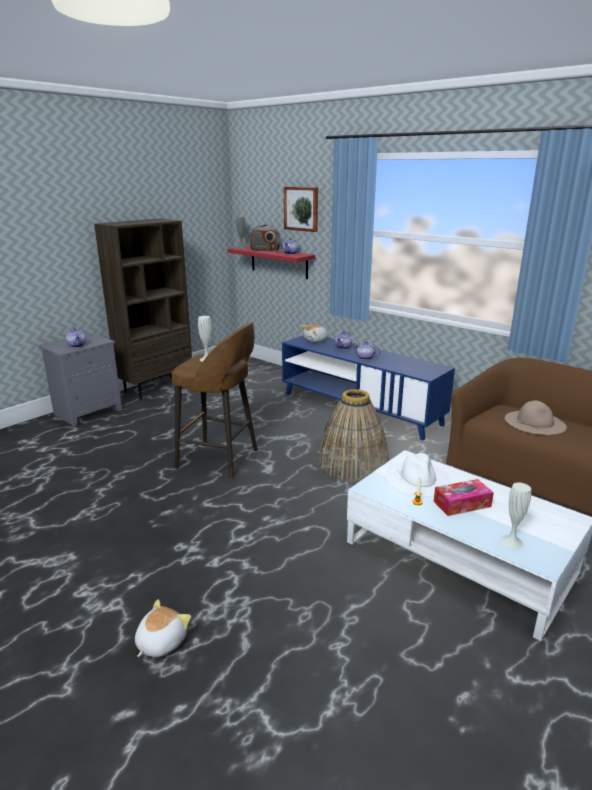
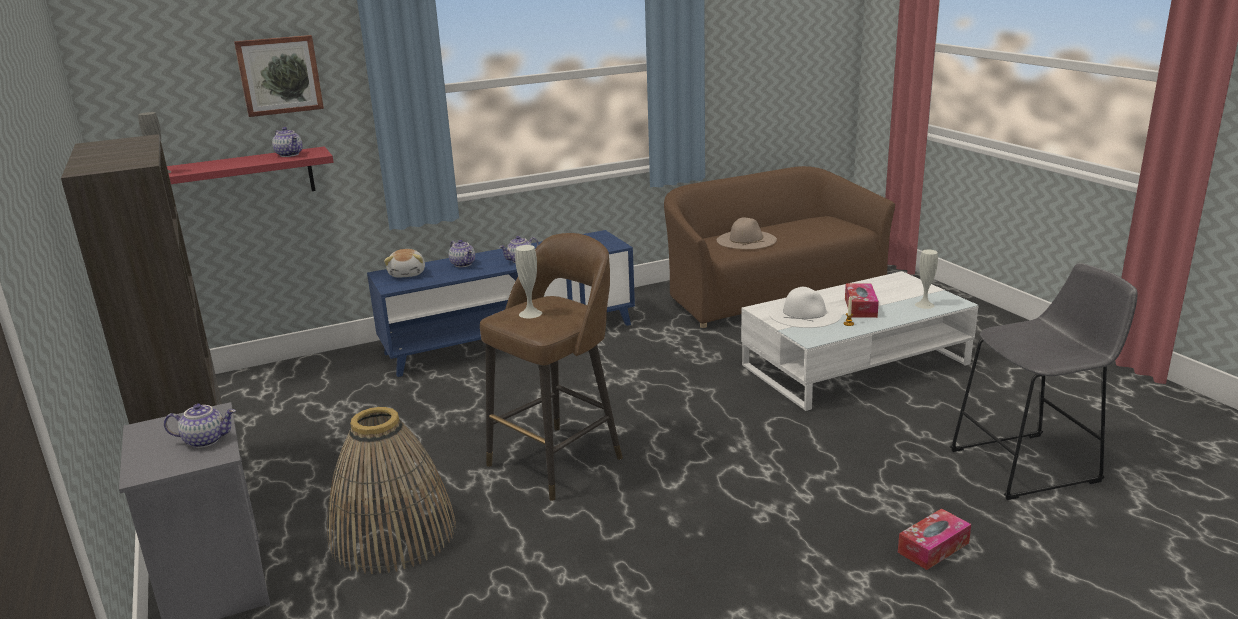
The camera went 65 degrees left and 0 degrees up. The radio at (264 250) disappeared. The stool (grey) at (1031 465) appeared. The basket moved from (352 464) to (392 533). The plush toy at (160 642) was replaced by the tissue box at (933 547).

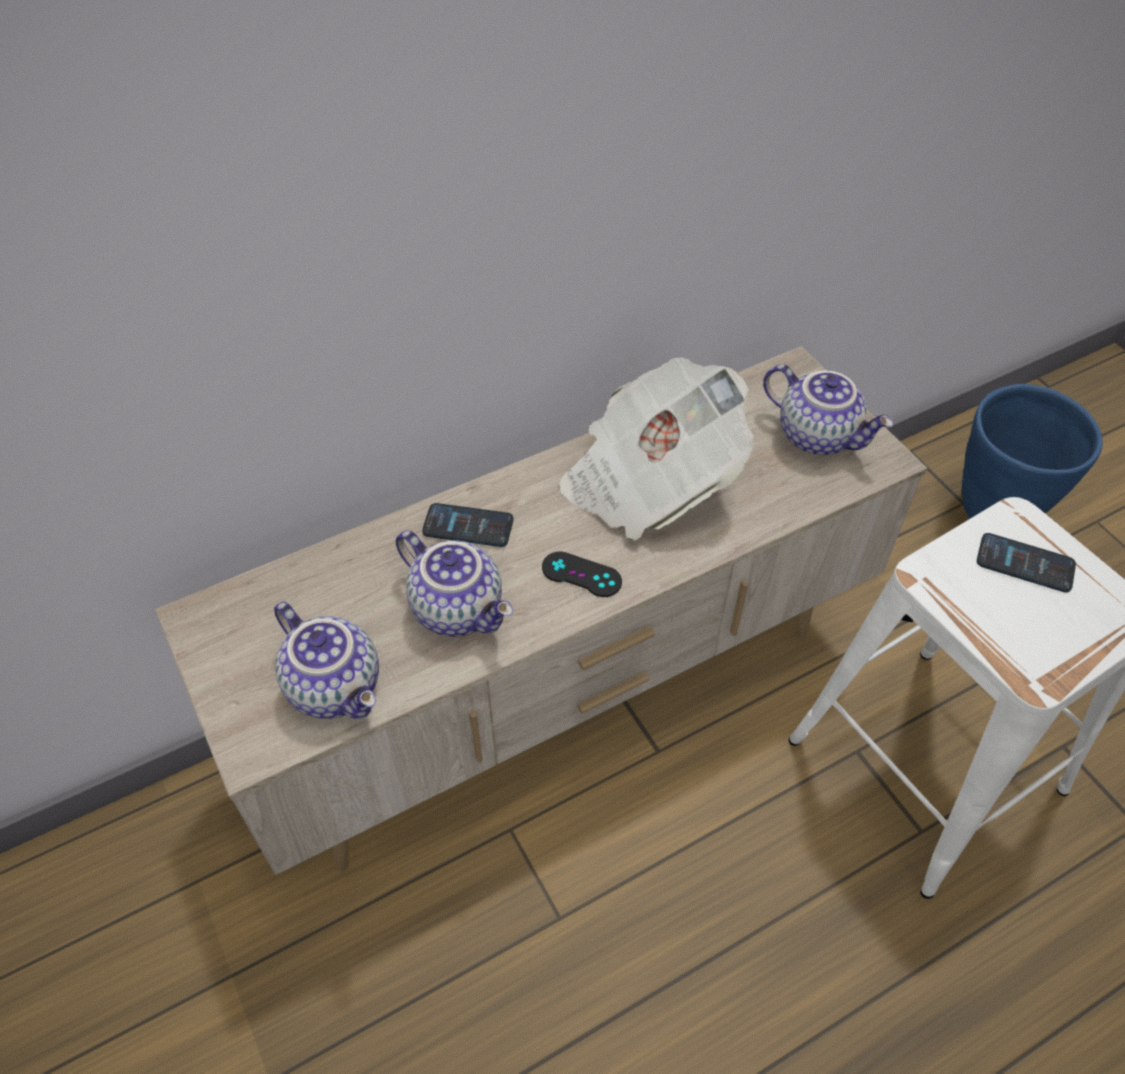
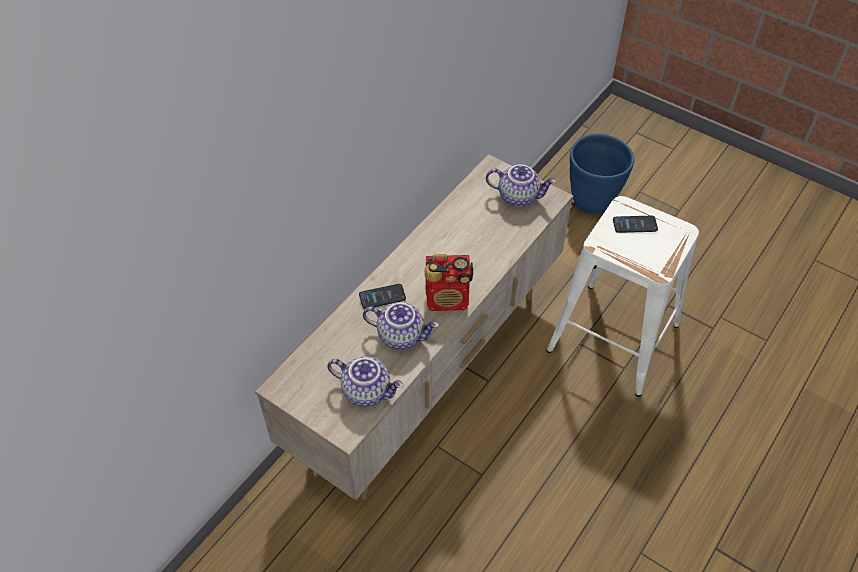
The camera went 25 degrees left and 0 degrees up. The newspaper at (650 479) disappeared. The game controller (black) at (581 574) was replaced by the radio at (448 299).

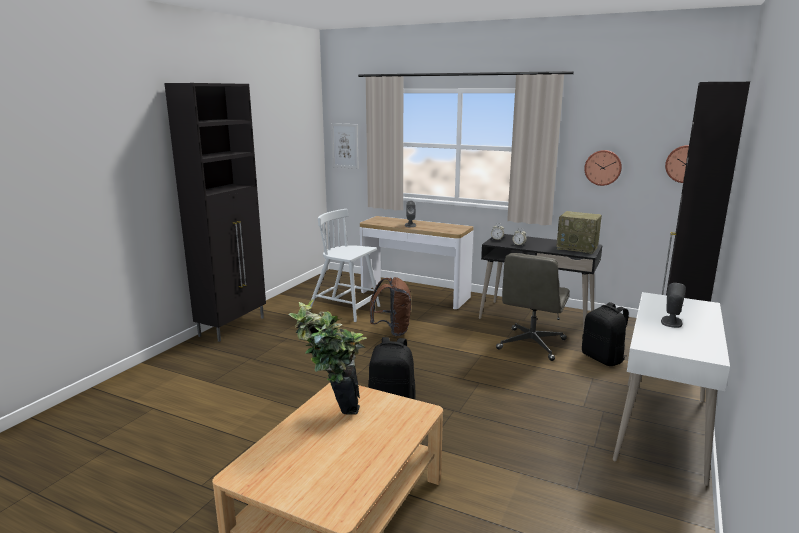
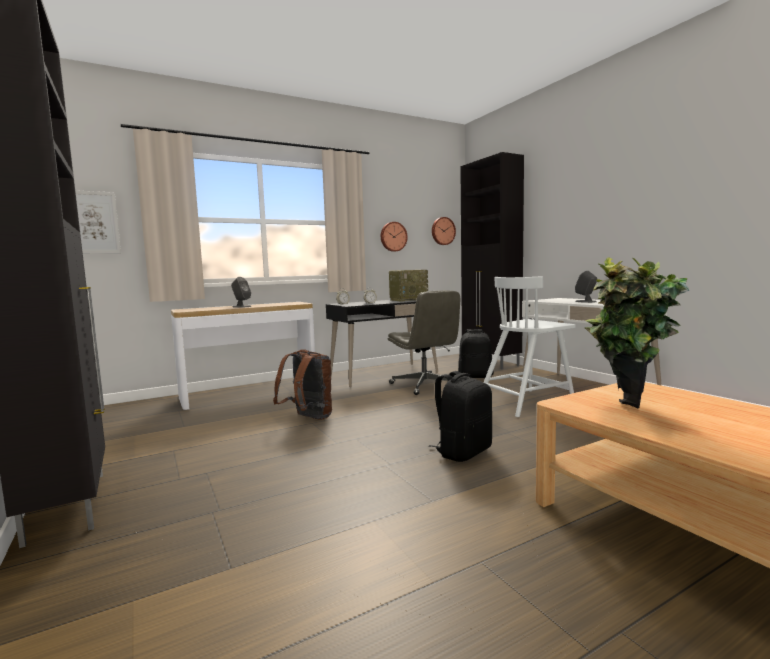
The camera went 55 degrees left and 10 degrees down. The chair (white) moved from (345 309) to (526 402).

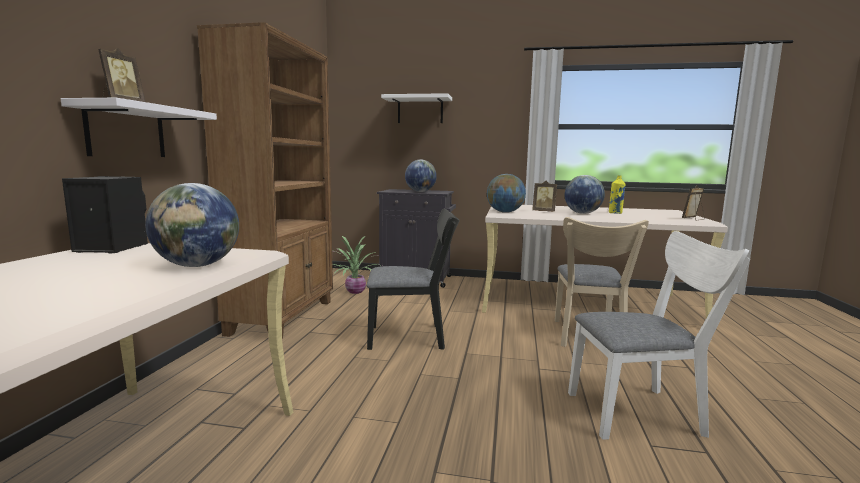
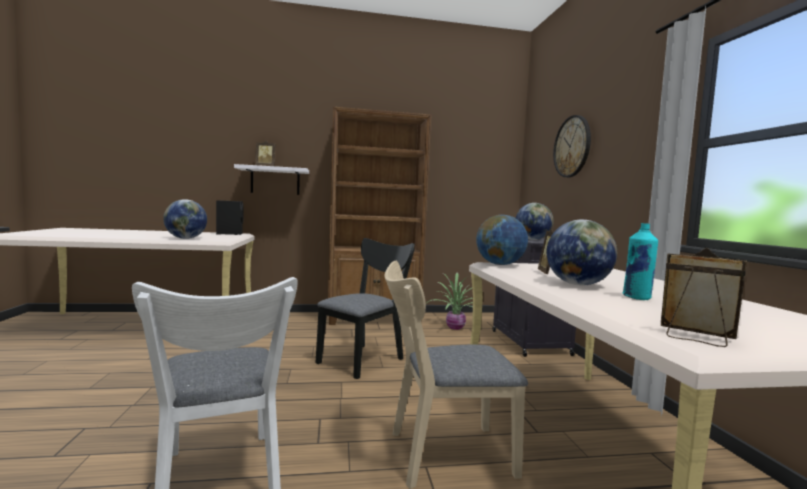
The camera went 70 degrees right and 5 degrees down. The shelf (white) at (420 110) was replaced by the wall clock at (572 146). The bottle (yellow) at (615 213) became the bottle (turquoise) at (637 297). The chair (black) at (413 337) turned 120 degrees counterclockwise.

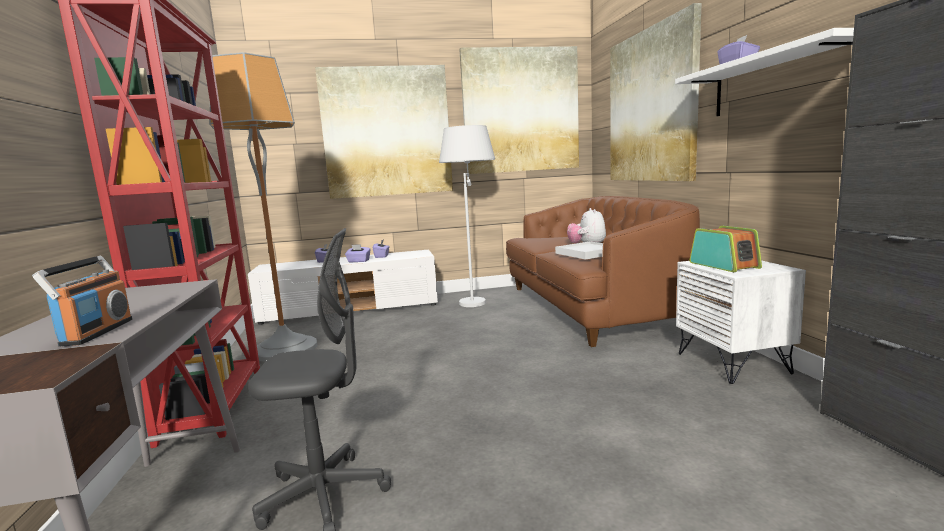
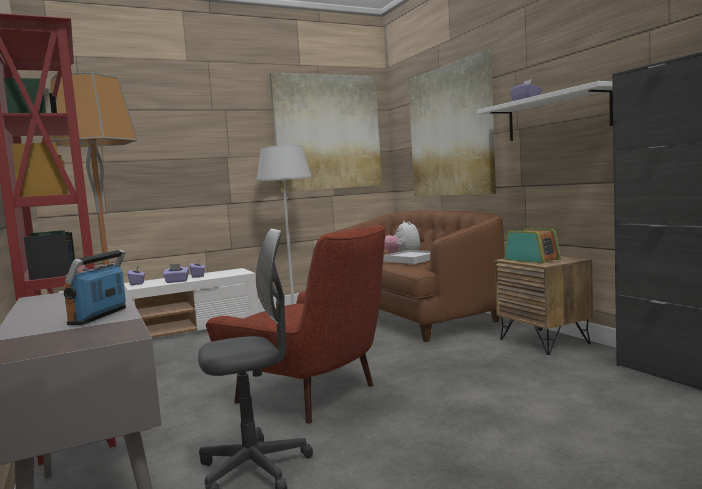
The camera went 15 degrees left and 5 degrees down. The picture at (387 132) disappeared. The armchair (red) at (312 395) appeared. The nightstand (white) at (733 363) became the nightstand (brown) at (544 341). The radio at (97 332) turned 150 degrees counterclockwise.

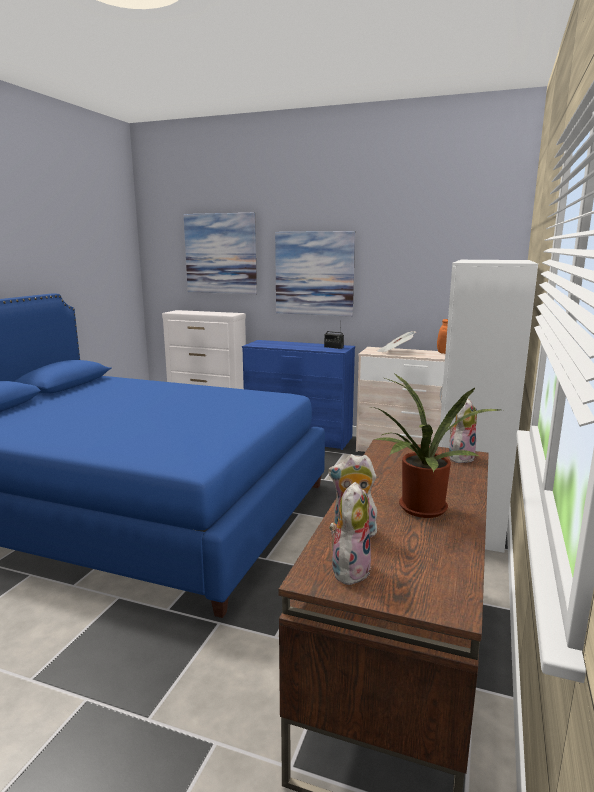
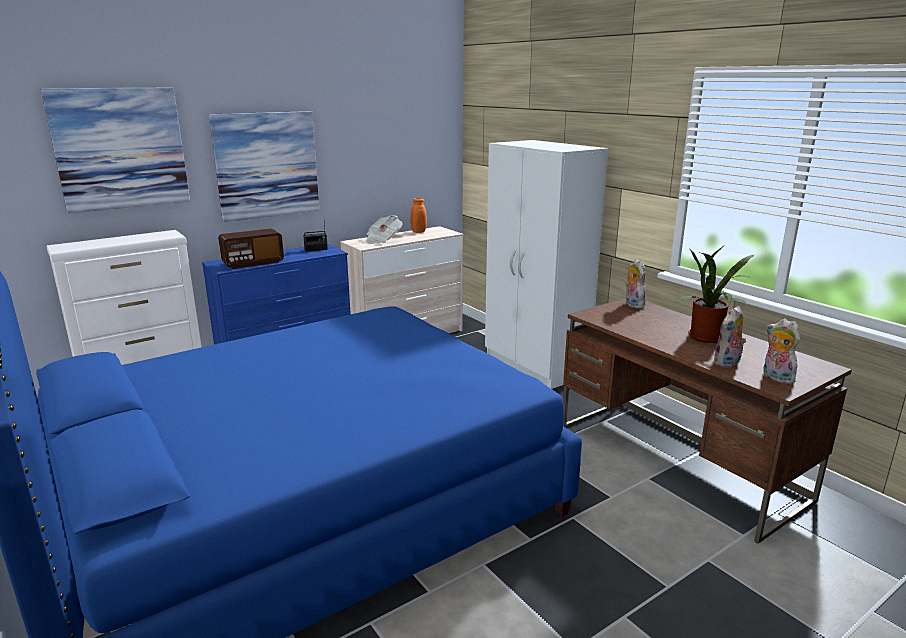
The camera went 55 degrees left and 5 degrees up. The radio at (253 263) appeared.

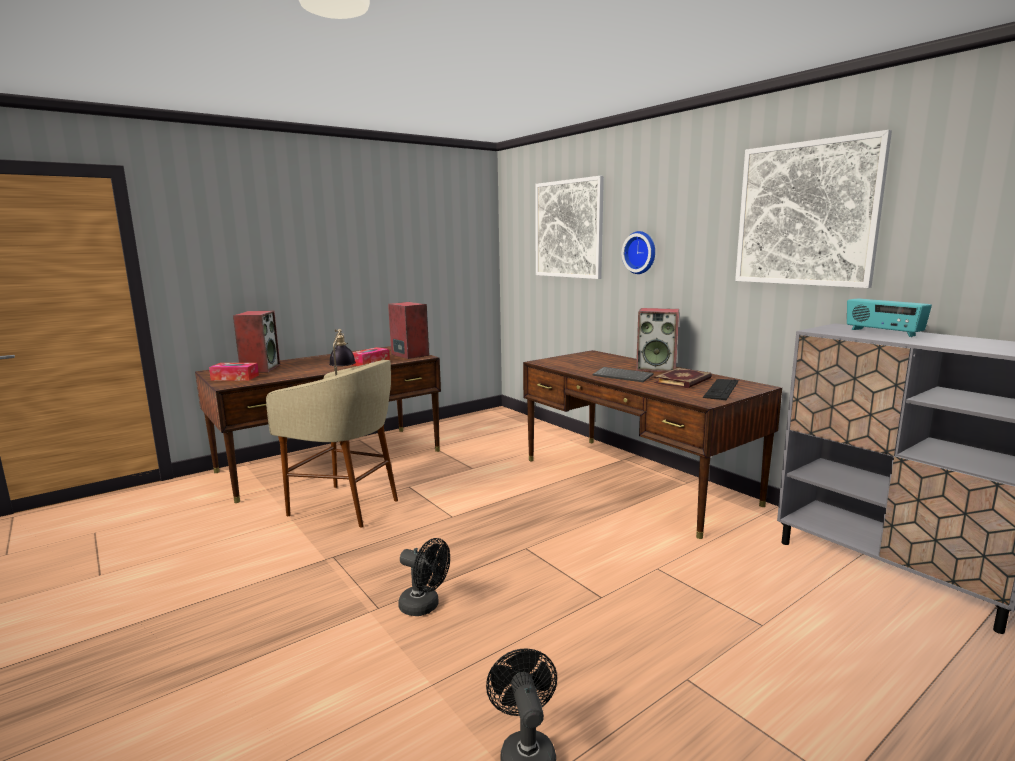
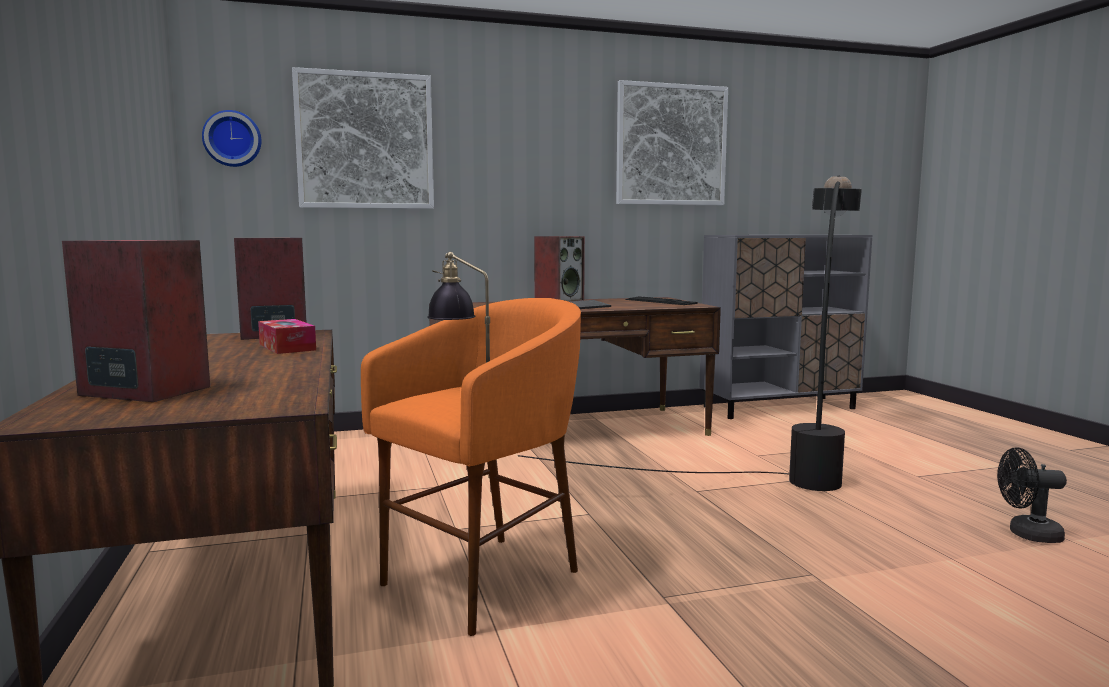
The camera went 70 degrees left and 5 degrees down. The tissue box at (235 378) disappeared. The fan (black) at (424 607) disappeared. The book at (683 381) disappeared. The radio at (883 332) disappeared. The floor lamp (black) at (789 462) appeared. The wall clock moved from (641 252) to (232 139). The stool (beige) at (345 506) became the stool (orange) at (485 579).

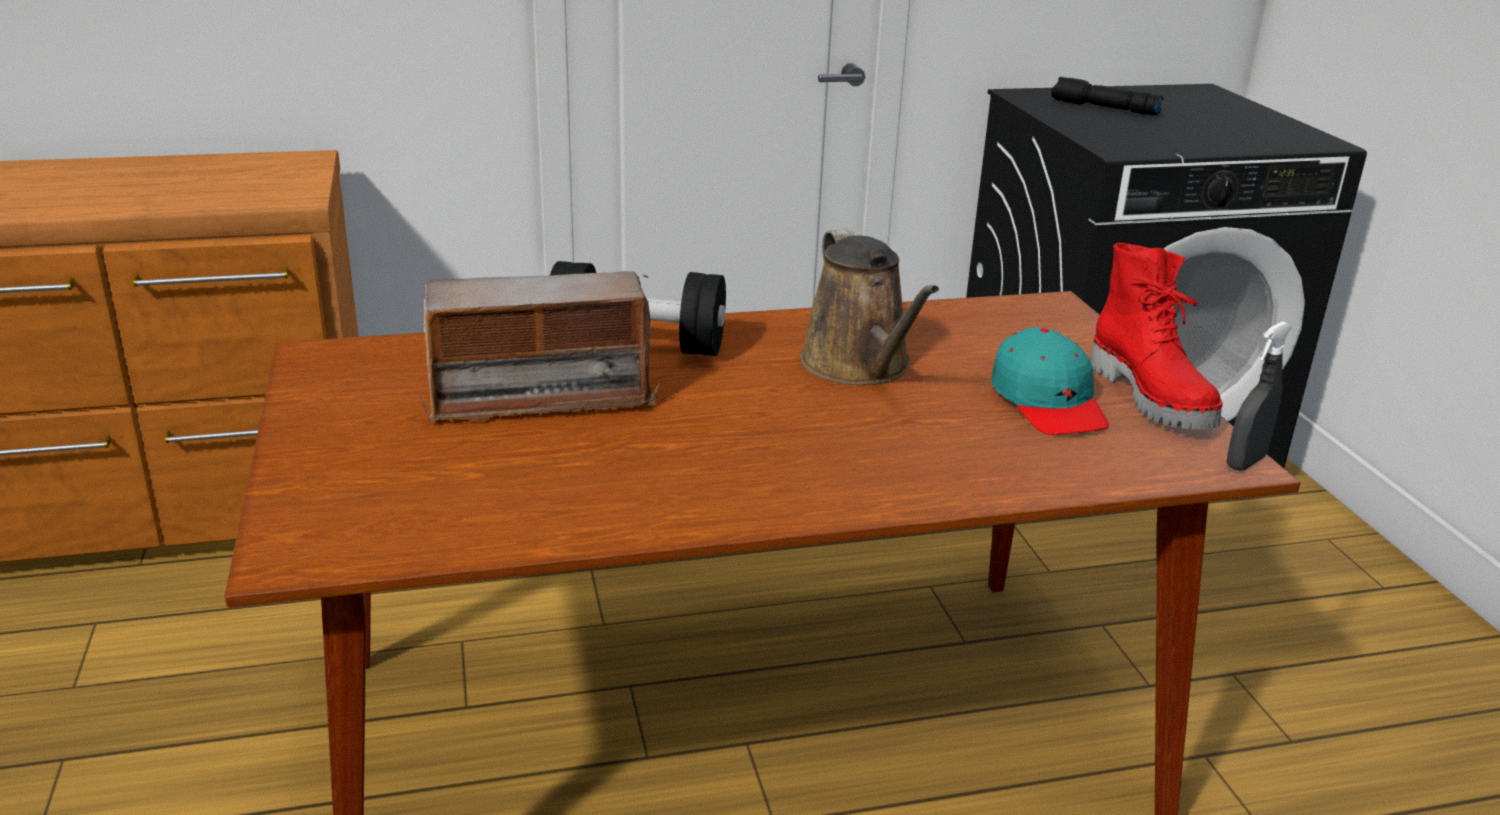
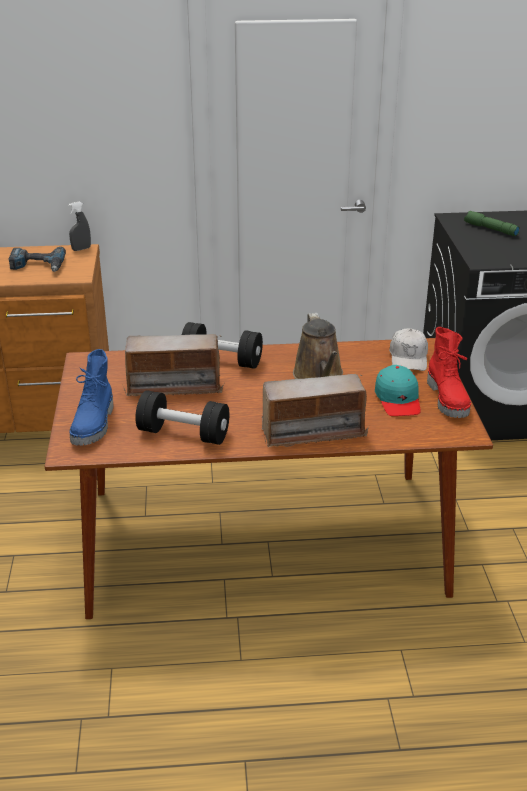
The camera went 10 degrees right and 5 degrees up. The power drill at (37 266) appeared. The boot (blue) at (95 425) appeared. The dumbbell (black) at (183 434) appeared. The radio at (313 432) appeared. The cap (white) at (408 358) appeared. The spray bottle (grey) moved from (1245 462) to (81 249). The flashlight (black) at (1103 108) became the flashlight (green) at (490 229).

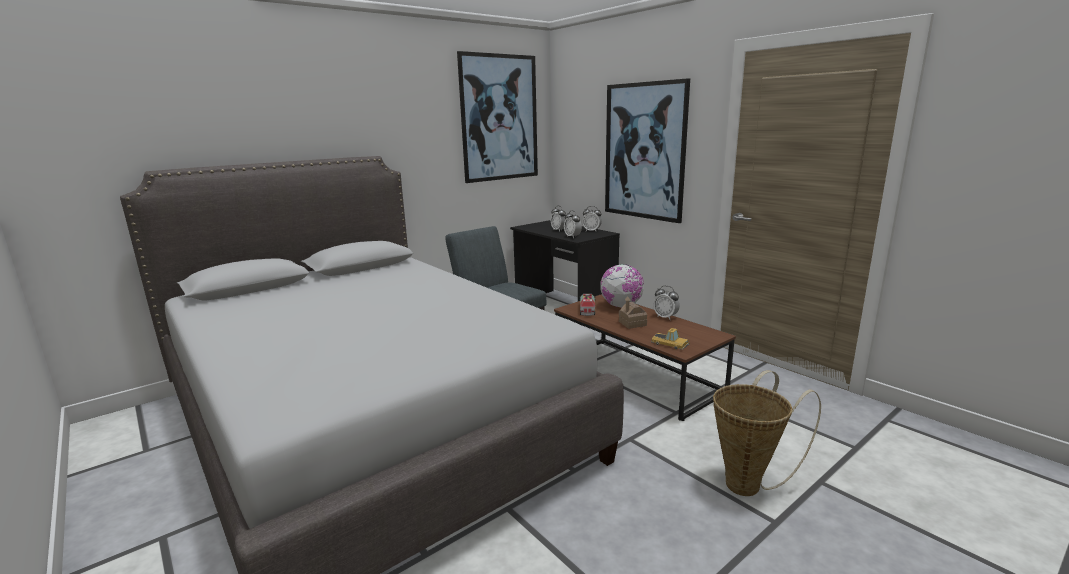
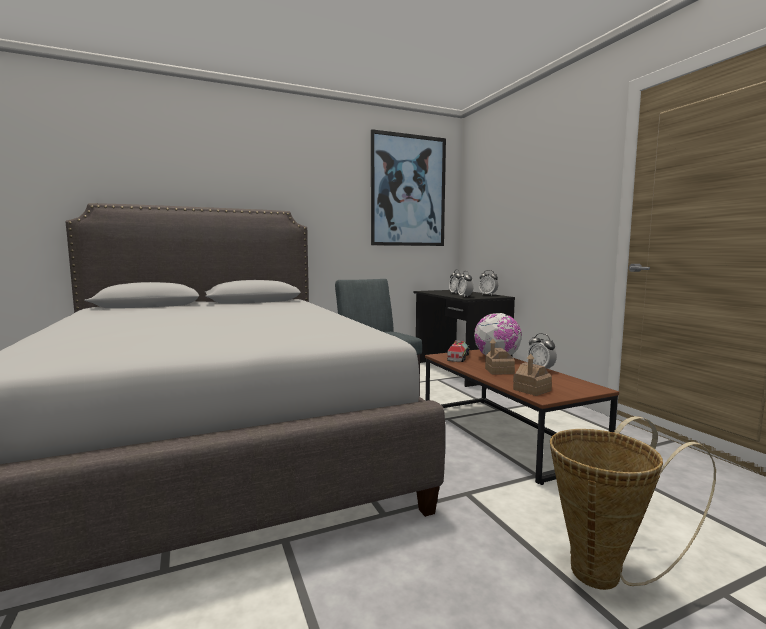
The camera went 15 degrees right and 10 degrees down. The picture at (644 151) disappeared. The toy car at (670 344) was replaced by the toy house at (532 390).

